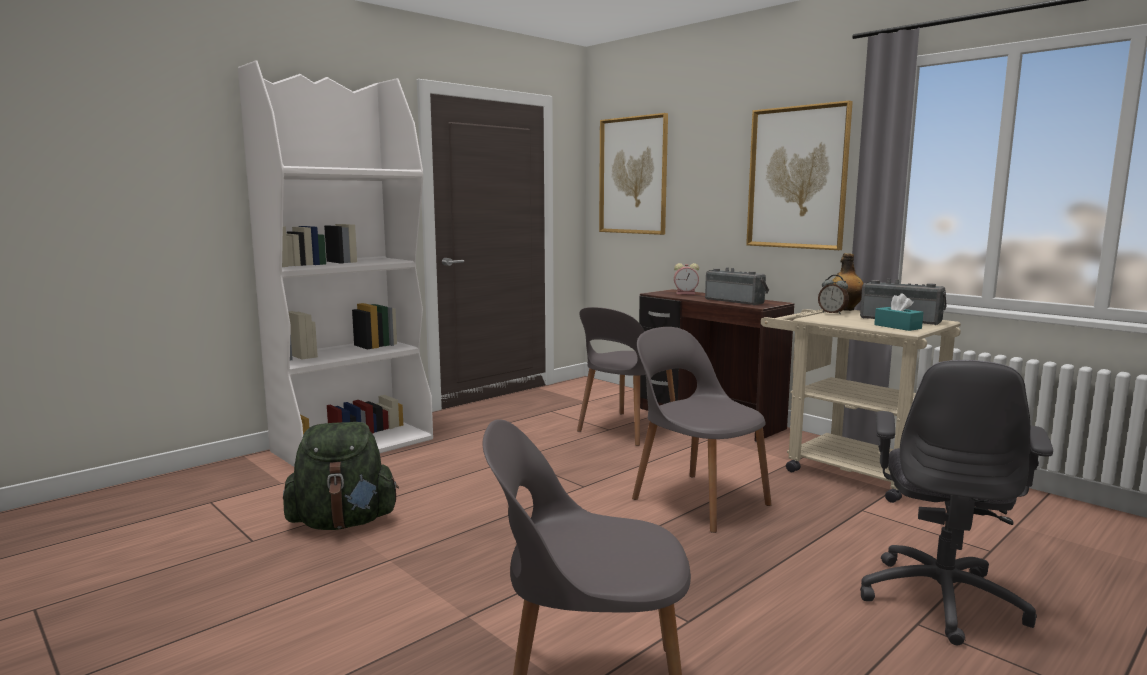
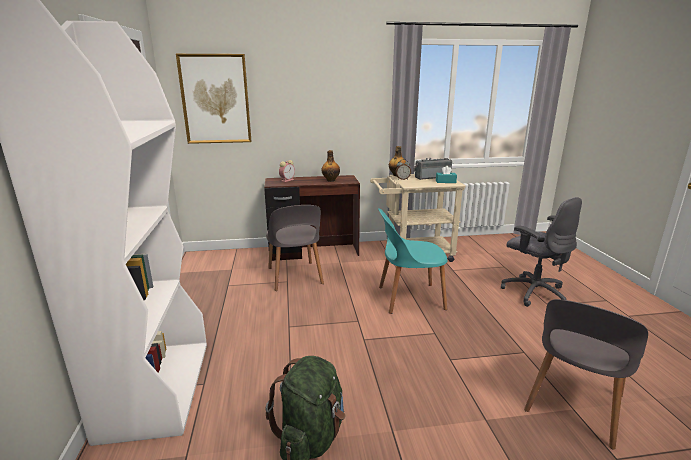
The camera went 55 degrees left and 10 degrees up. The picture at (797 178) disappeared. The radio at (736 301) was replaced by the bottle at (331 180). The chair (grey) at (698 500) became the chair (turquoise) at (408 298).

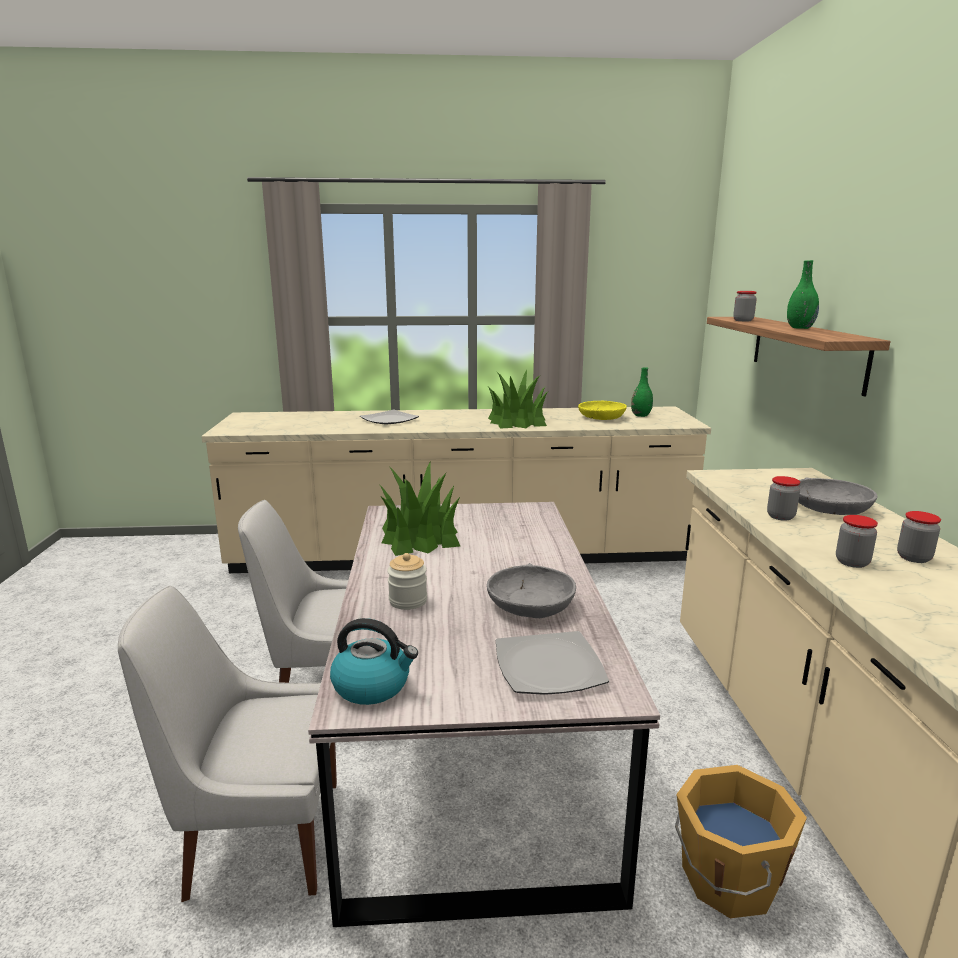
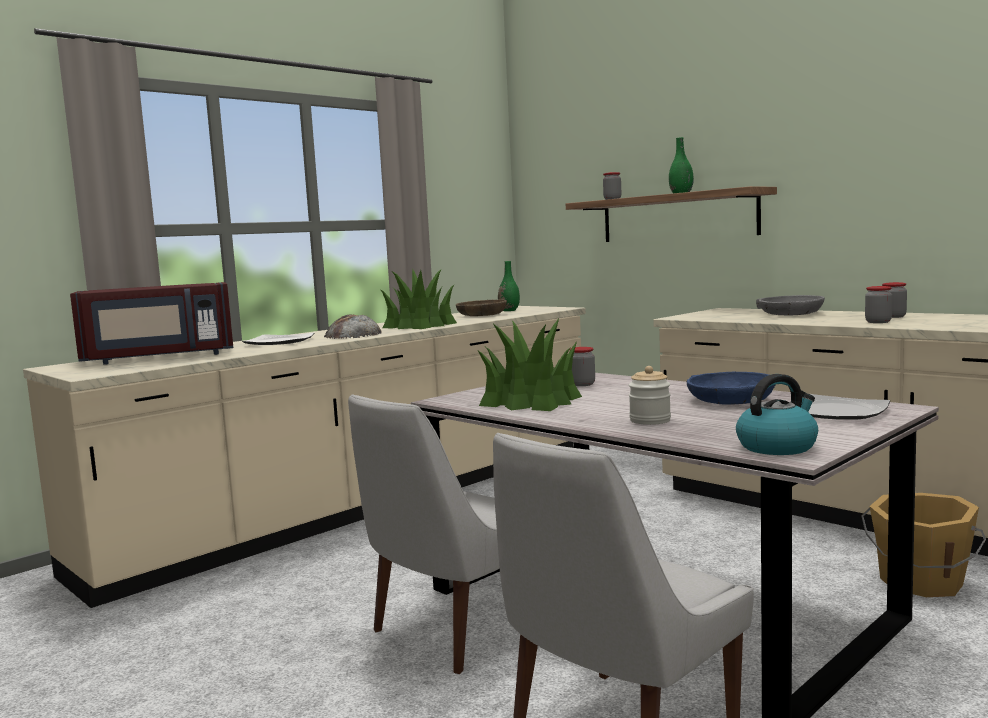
The camera went 40 degrees left and 10 degrees down. The microwave (red) at (160 357) appeared. The bread at (353 334) appeared. The jar moved from (780 516) to (582 384). The bowl (grey) at (530 603) became the bowl (blue) at (730 400). The bowl (yellow) at (601 417) became the bowl (brown) at (481 315).

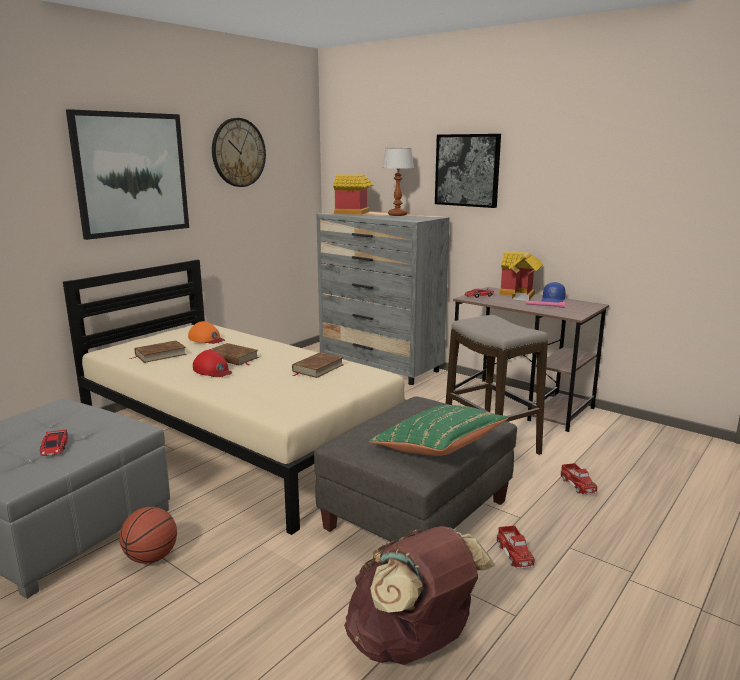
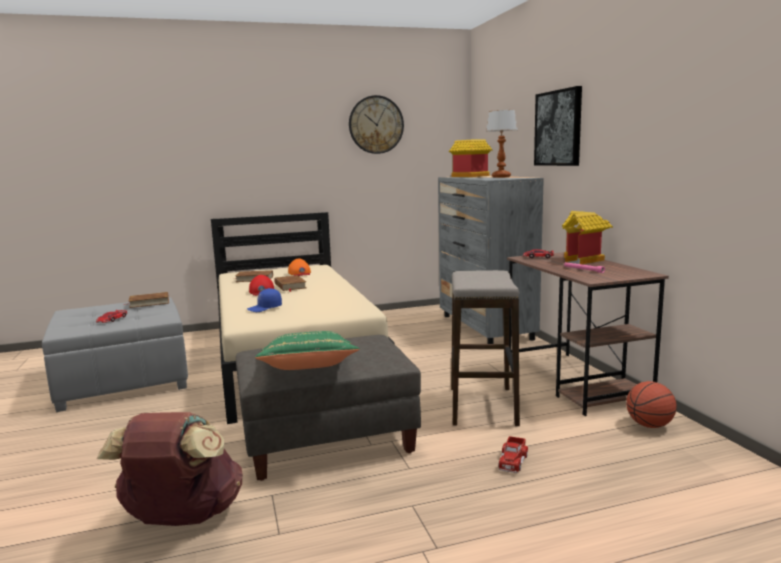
The camera went 35 degrees right and 5 degrees down. The picture at (131 174) disappeared. The toy truck at (515 553) disappeared. The basketball moved from (151 557) to (649 425). The book (brown) moved from (318 368) to (149 302). The cap (blue) moved from (553 301) to (265 308).

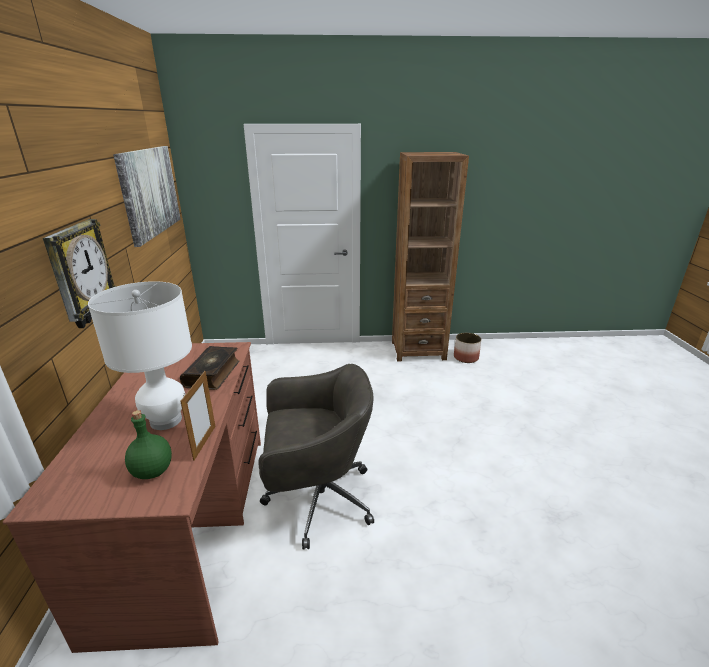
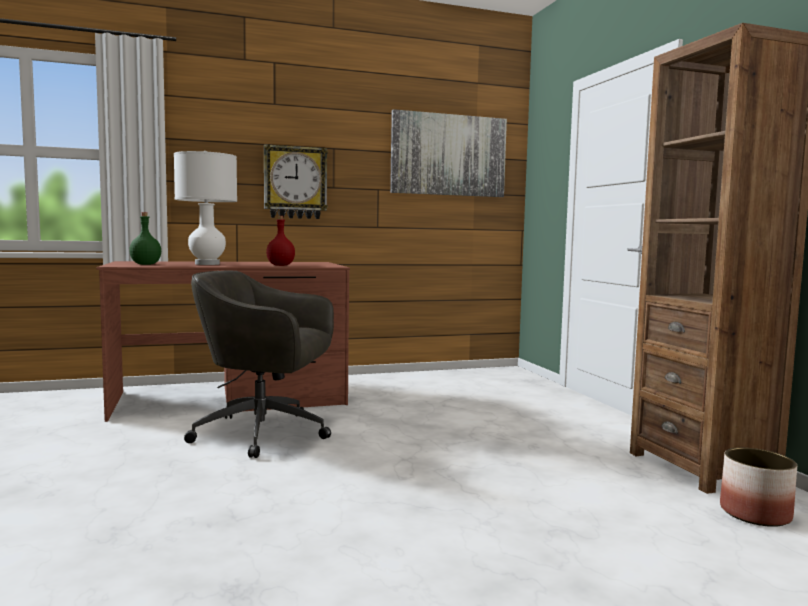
The camera went 75 degrees right and 20 degrees down. The picture frame at (204 442) disappeared. The book at (213 374) was replaced by the bottle (red) at (280 265). The office chair (grey) at (317 499) turned 120 degrees clockwise.

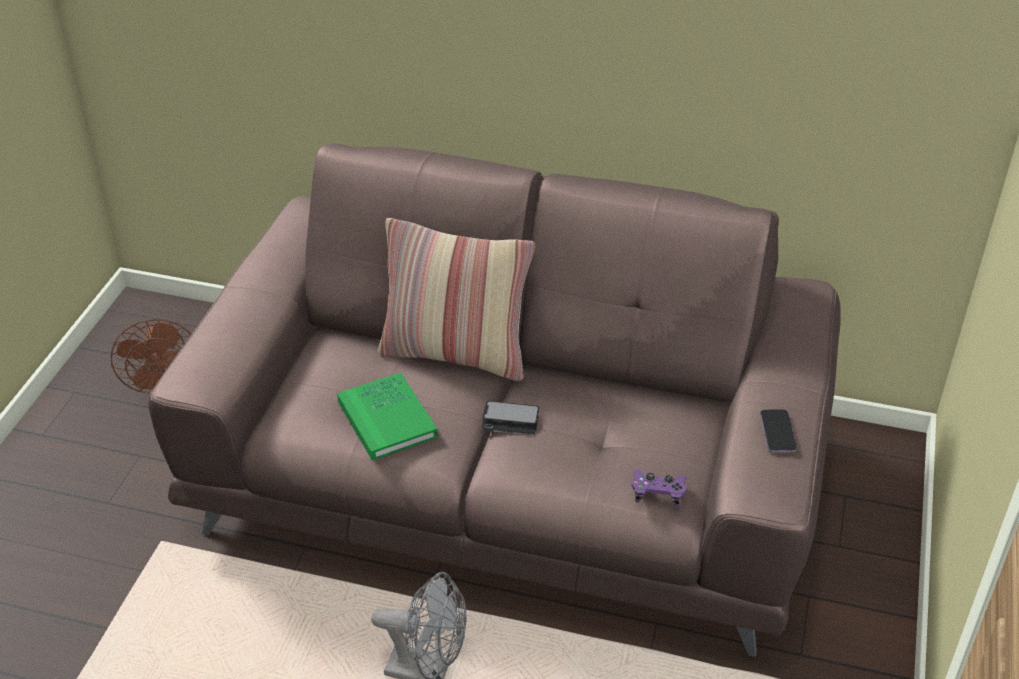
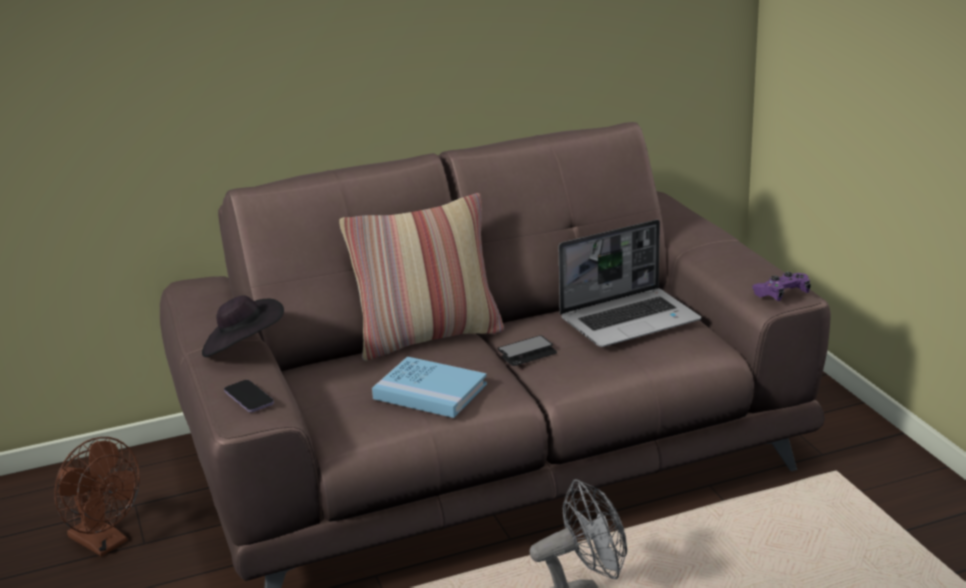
The camera went 35 degrees left and 15 degrees down. The hat (black) at (243 348) appeared. The laptop at (630 319) appeared. The game controller (purple) moved from (657 494) to (781 295). The phone moved from (777 432) to (249 398). The book (green) at (387 419) became the book (blue) at (430 391).

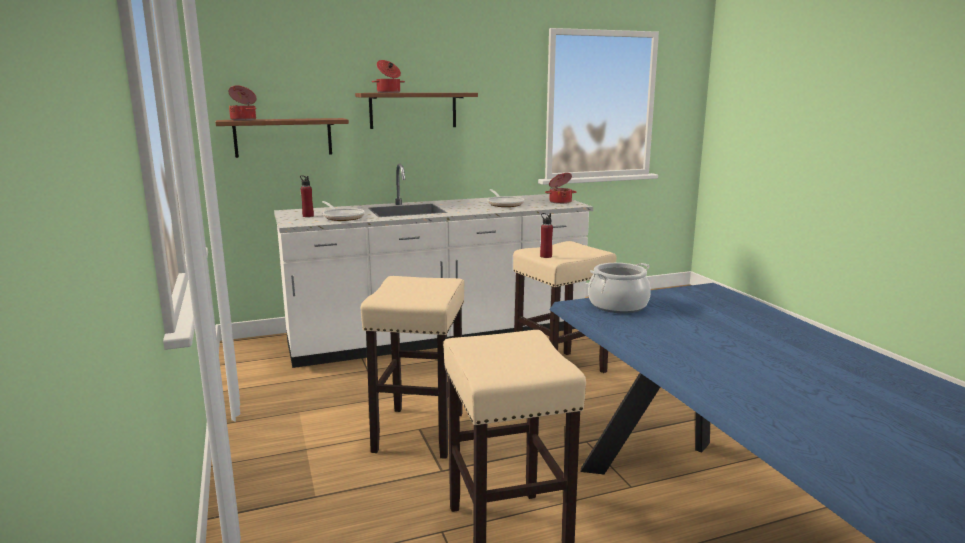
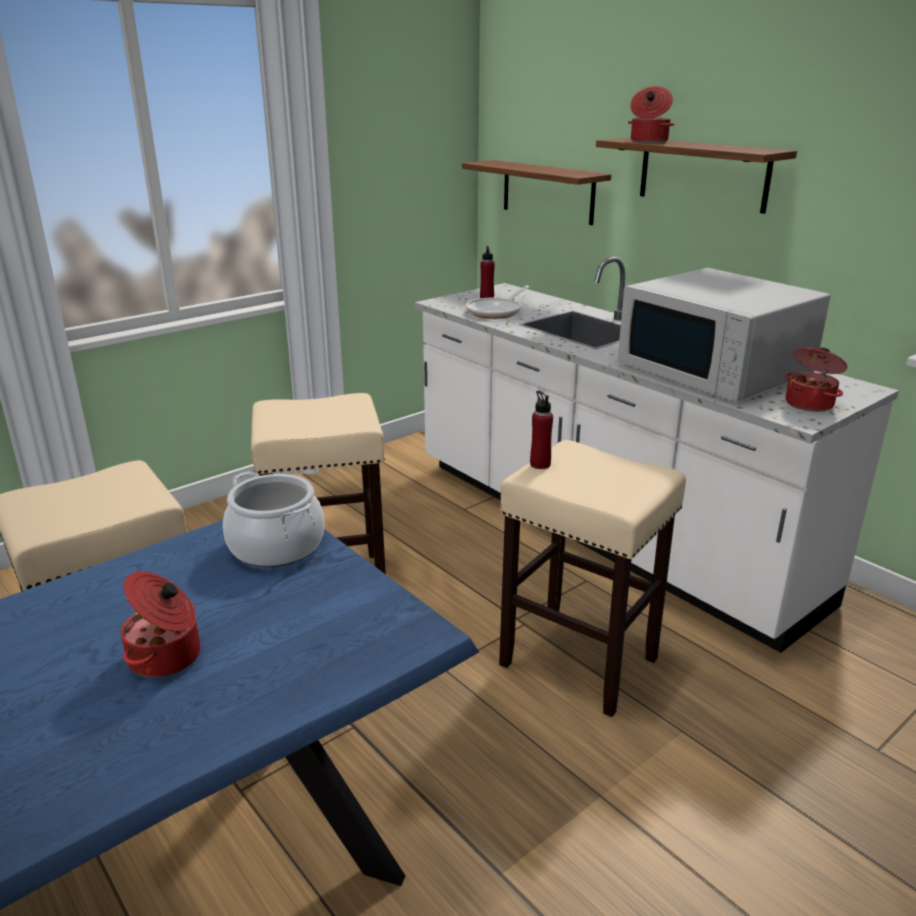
The camera went 70 degrees right and 10 degrees up. The cooking pot moved from (244 119) to (167 657). The frying pan at (504 204) was replaced by the microwave (white) at (715 370).

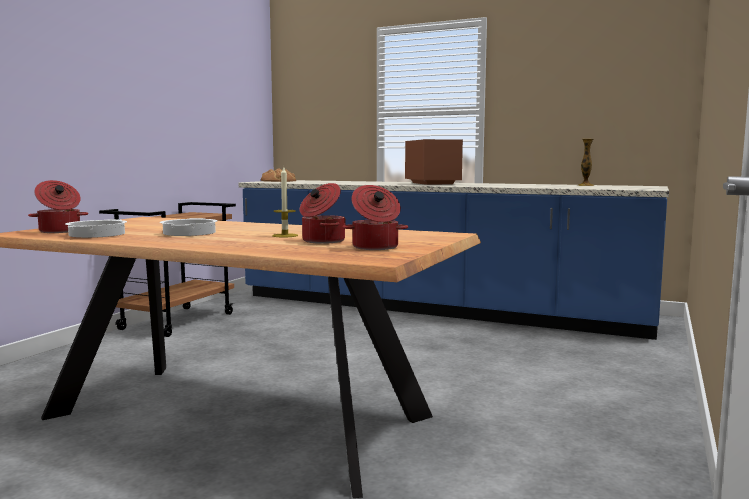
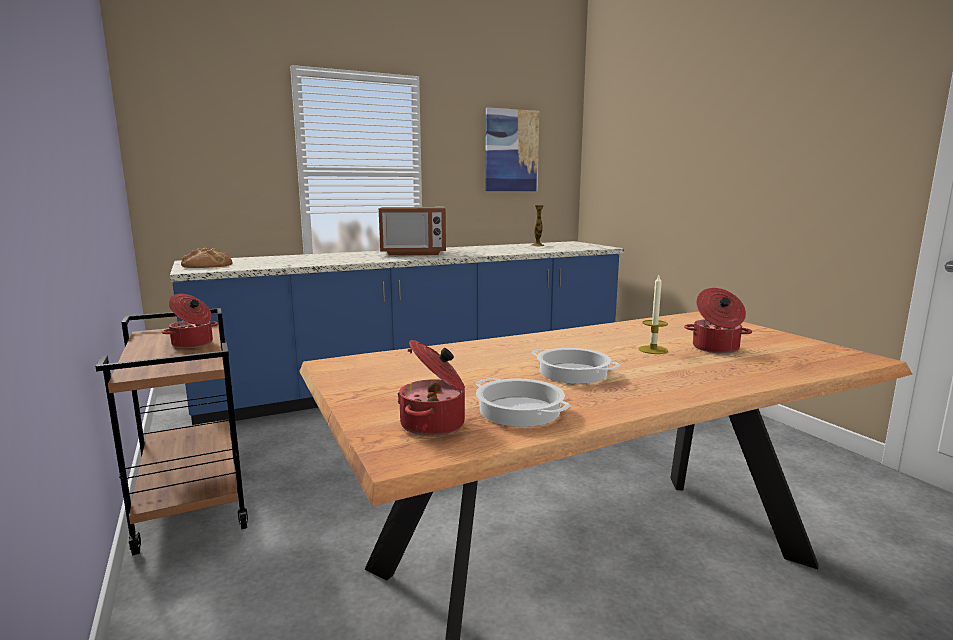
The camera went 50 degrees left and 5 degrees up. The picture at (511 151) appeared. The cooking pot moved from (375 247) to (193 344). The microwave at (432 183) turned 150 degrees clockwise.

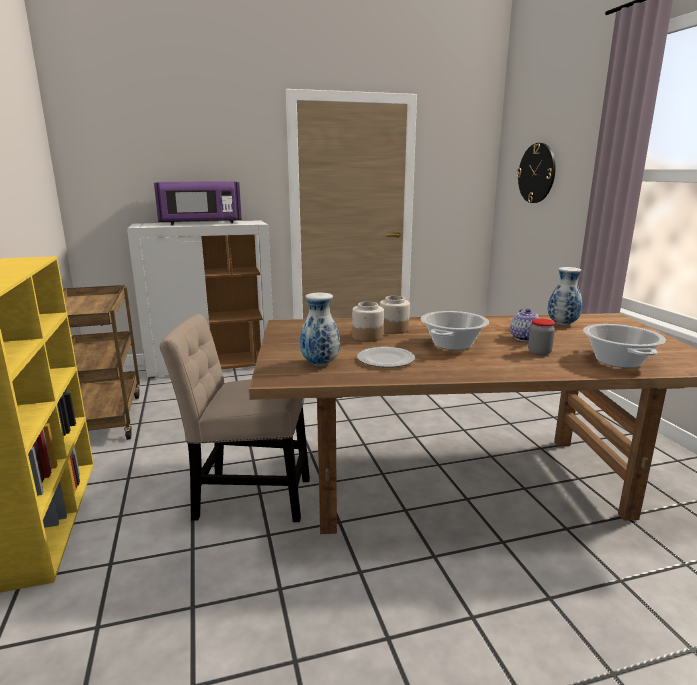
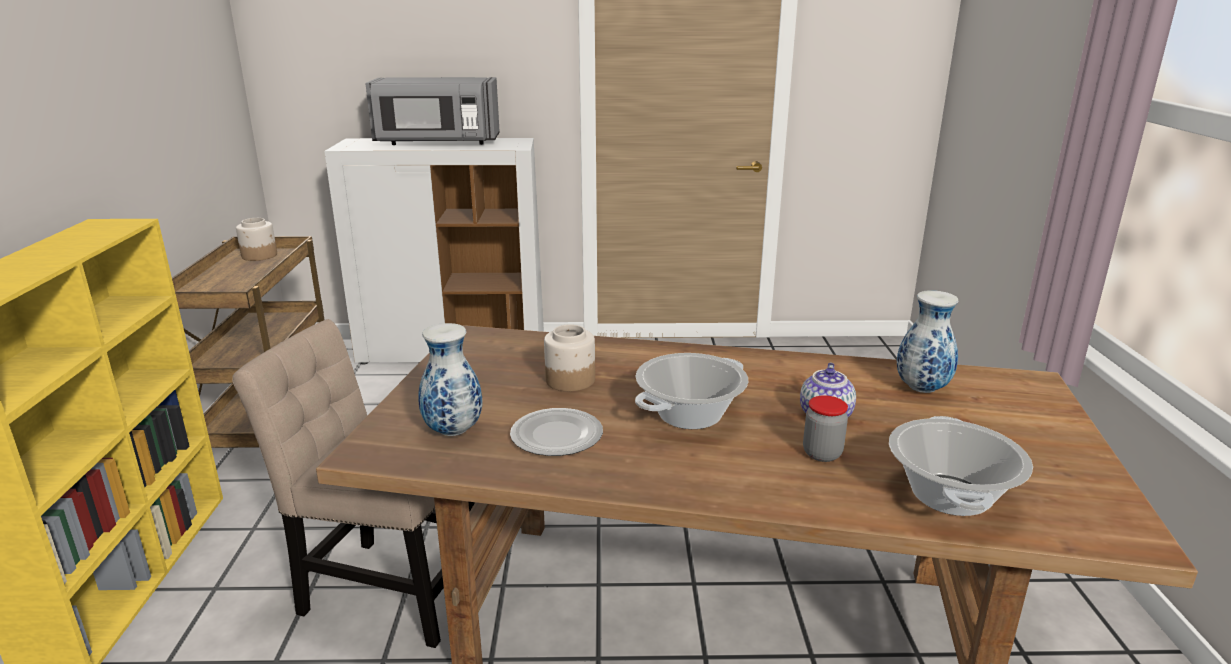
The camera went 15 degrees right and 5 degrees up. The wall clock at (537 173) disappeared. The jar moved from (394 329) to (260 255). The microwave (purple) at (200 223) became the microwave (grey) at (436 142).

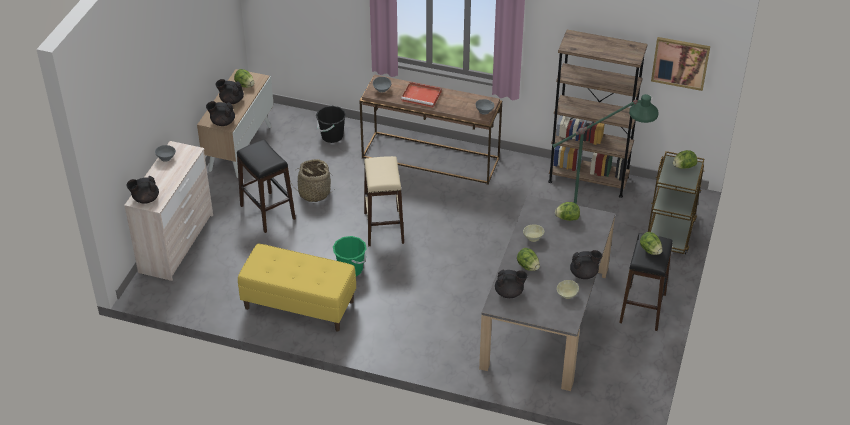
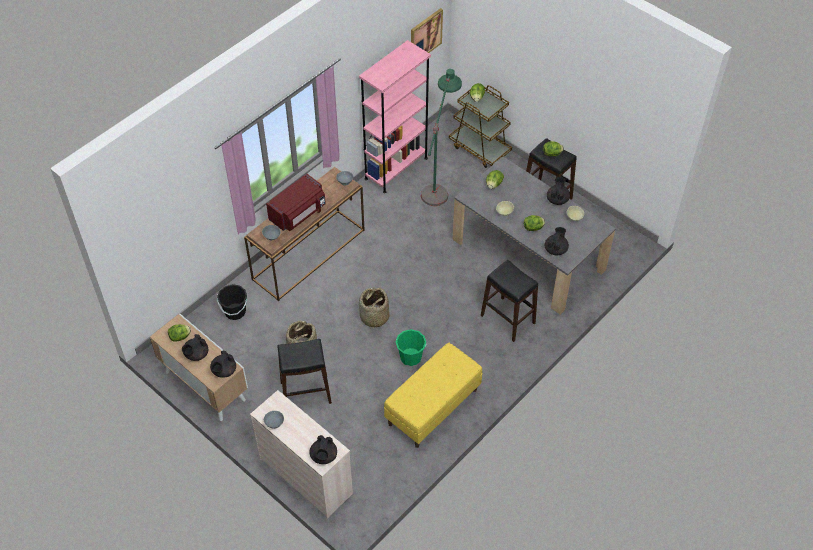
The camera went 65 degrees left and 10 degrees up. The stool (black) at (507 319) appeared. The stool (beige) at (383 227) was replaced by the basket at (374 317). The tray (red) at (422 96) was replaced by the microwave (red) at (298 213). The bookcase (brown) at (588 179) became the bookcase (pink) at (396 168).

